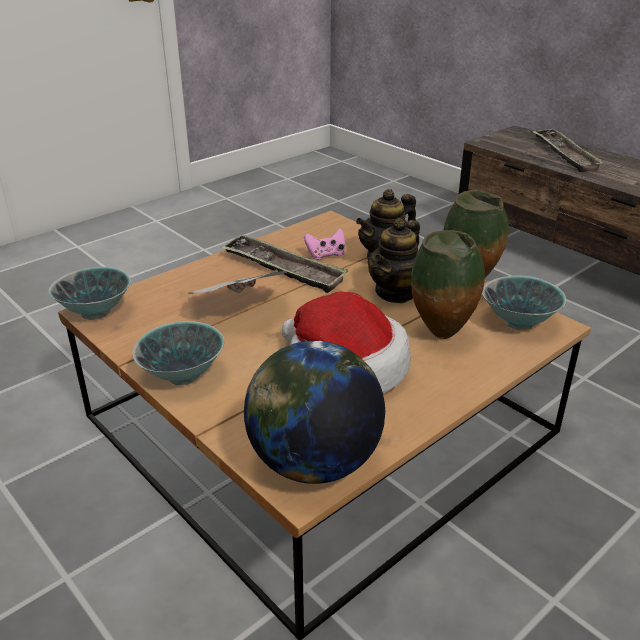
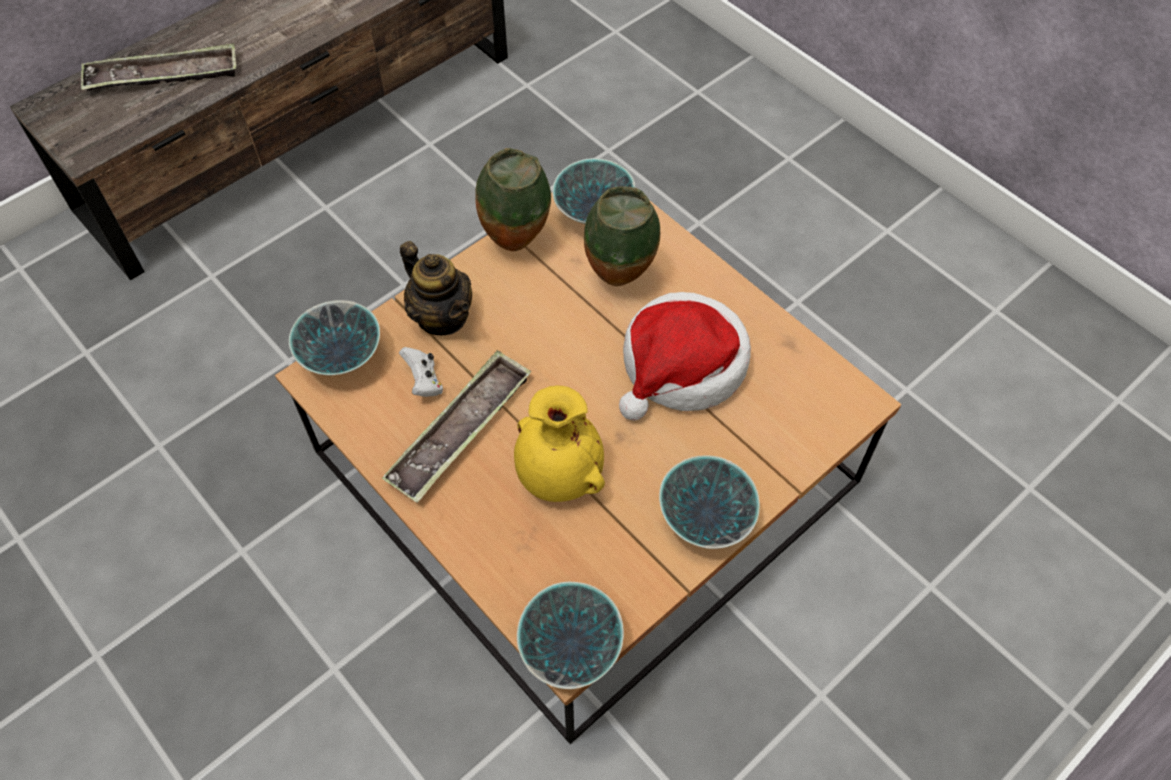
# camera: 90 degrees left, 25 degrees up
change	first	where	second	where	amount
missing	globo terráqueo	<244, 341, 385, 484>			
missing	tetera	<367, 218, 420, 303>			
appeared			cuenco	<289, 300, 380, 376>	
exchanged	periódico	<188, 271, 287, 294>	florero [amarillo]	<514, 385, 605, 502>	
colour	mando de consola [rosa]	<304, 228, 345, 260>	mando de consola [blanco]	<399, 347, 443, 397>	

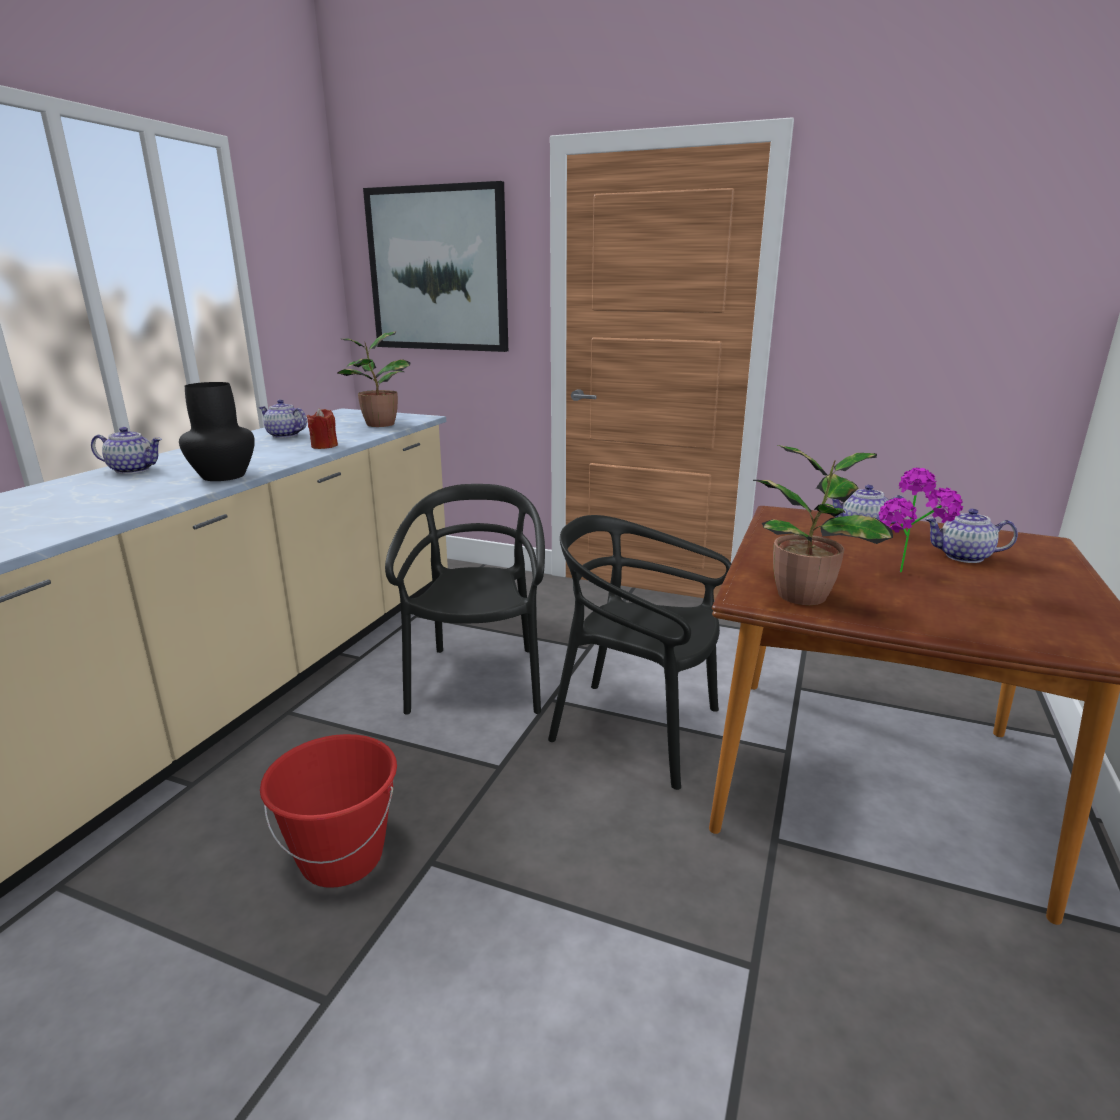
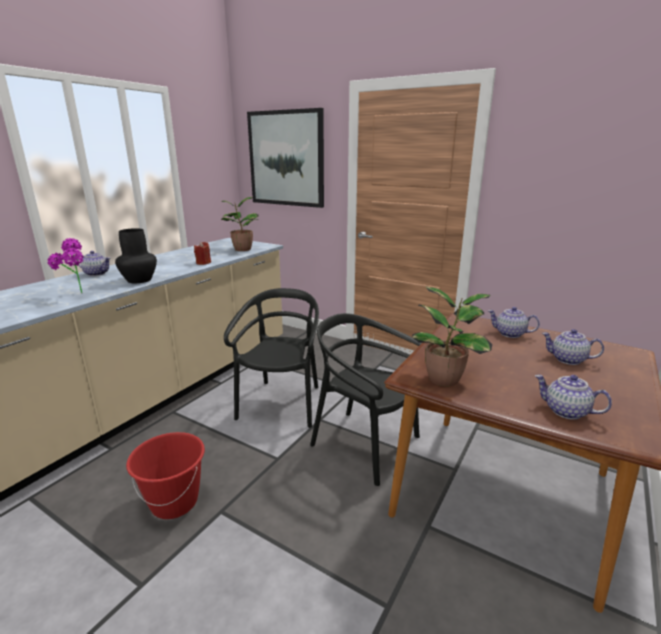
# camera: 10 degrees right, 0 degrees up
change	first	where	second	where	amount
relocated	tetera	<259, 399, 307, 438>		<535, 375, 612, 420>	
relocated	planta en maceta	<879, 468, 963, 572>		<48, 238, 84, 293>	

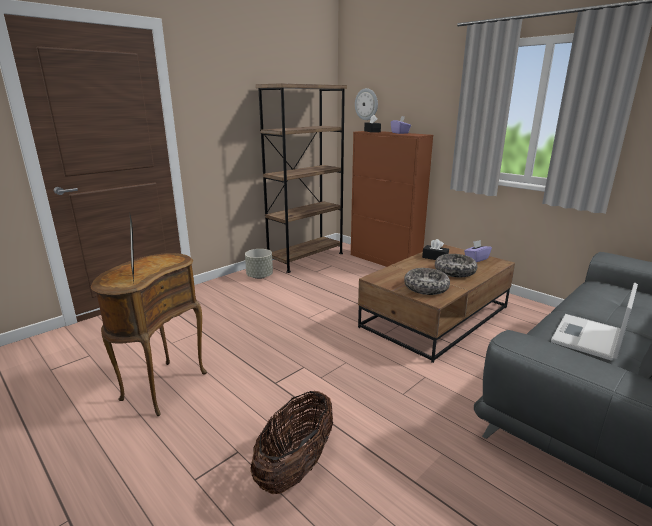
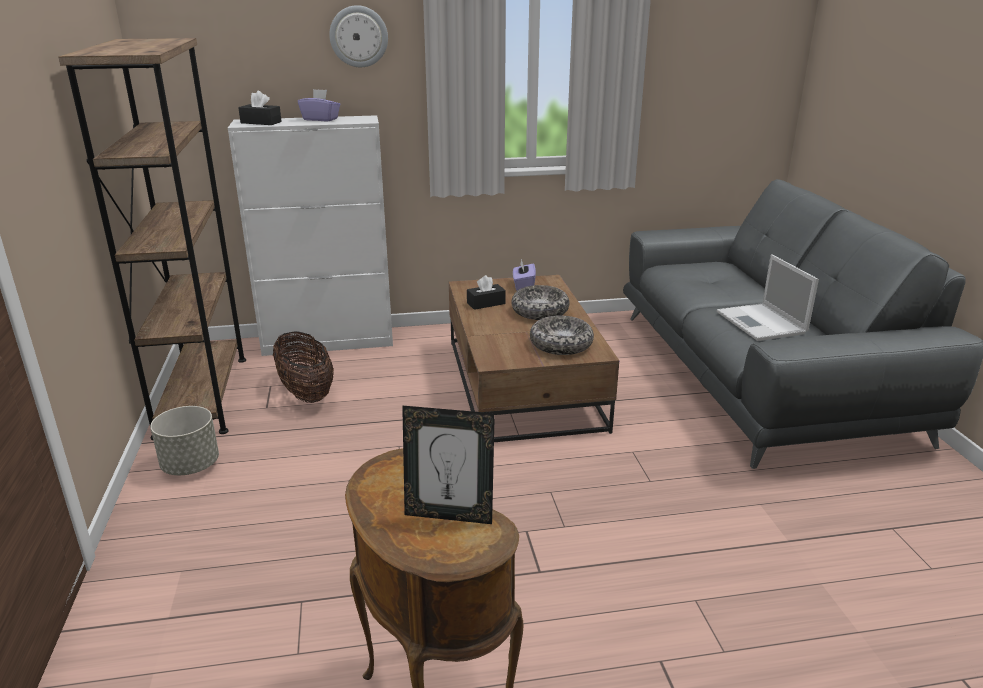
# camera: 55 degrees left, 5 degrees up
change	first	where	second	where	amount
relocated	cesta	<251, 391, 333, 494>		<273, 331, 334, 403>	
relocated	reloj de pared	<355, 88, 378, 120>		<329, 5, 388, 67>	
colour	armario [marrón]	<351, 131, 433, 267>	armario [blanco]	<228, 115, 393, 356>	

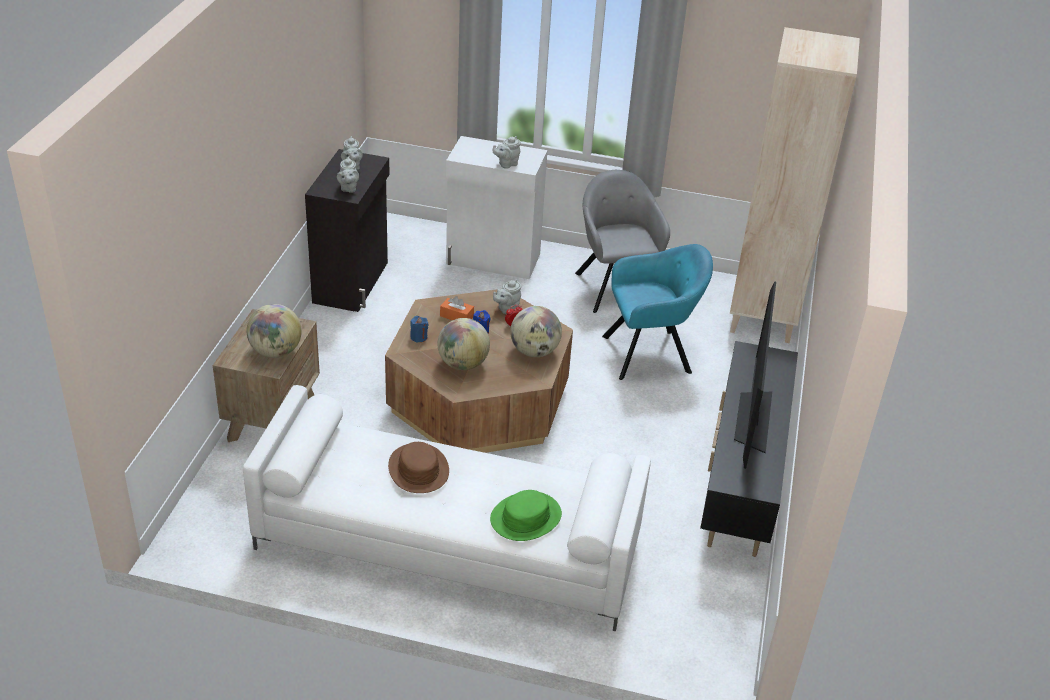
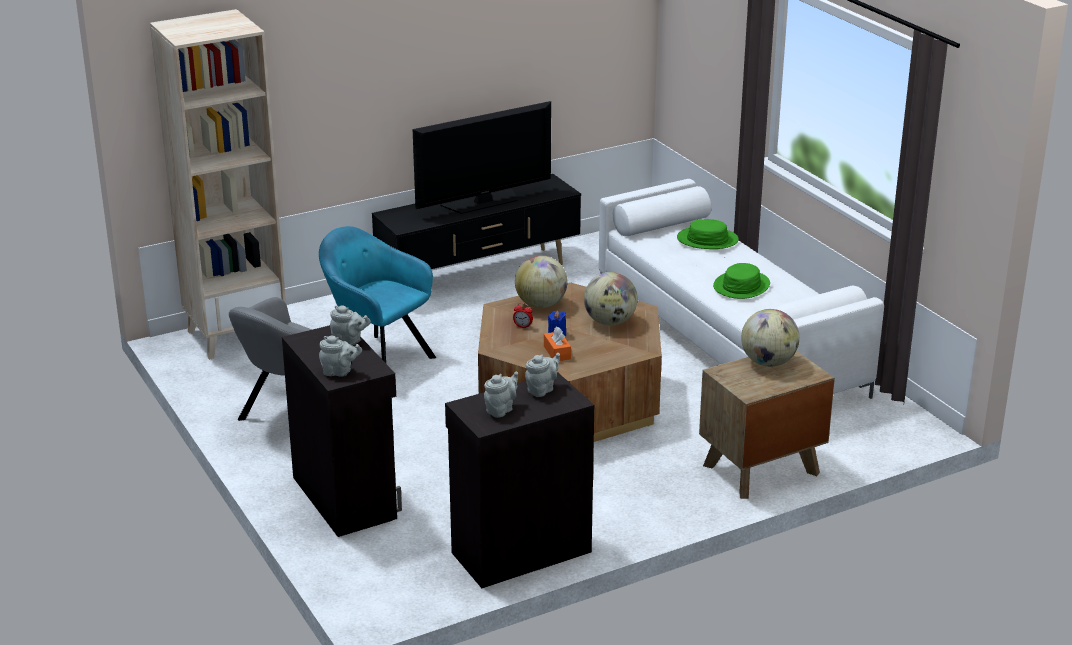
# camera: 130 degrees left, 10 degrees down
change	first	where	second	where	amount
missing	vela [azul]	<410, 316, 428, 342>			
relocated	tetera [gris]	<493, 280, 521, 314>		<319, 336, 362, 376>	
colour	sombrero [marrón]	<388, 442, 449, 493>	sombrero [verde]	<713, 263, 770, 299>	
colour	armario [blanco]	<446, 136, 548, 279>	armario [negro]	<282, 325, 402, 537>	

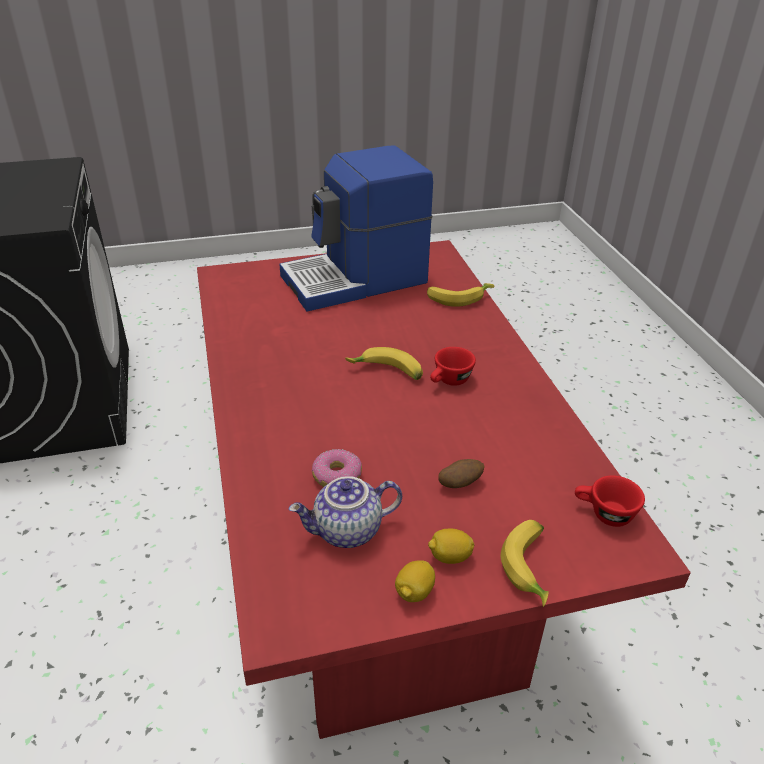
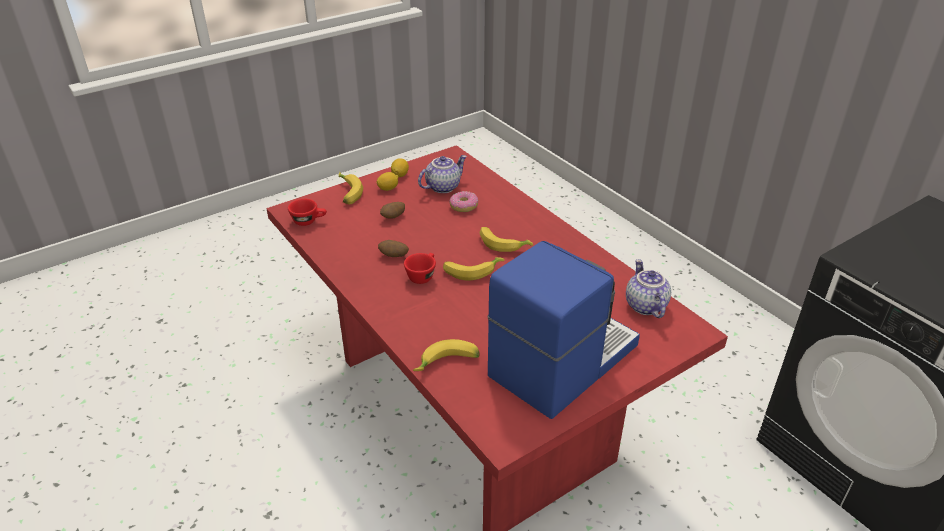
# camera: 160 degrees right, 0 degrees up
change	first	where	second	where	amount
appeared			patata	<378, 240, 409, 257>	
appeared			plátano	<480, 227, 533, 252>	
appeared			tetera	<626, 259, 671, 318>	

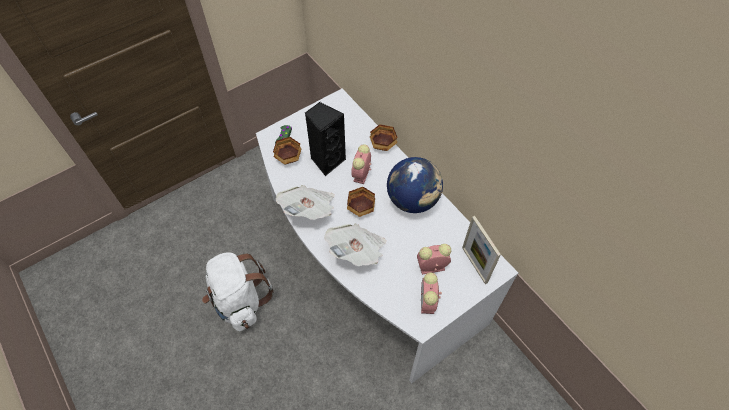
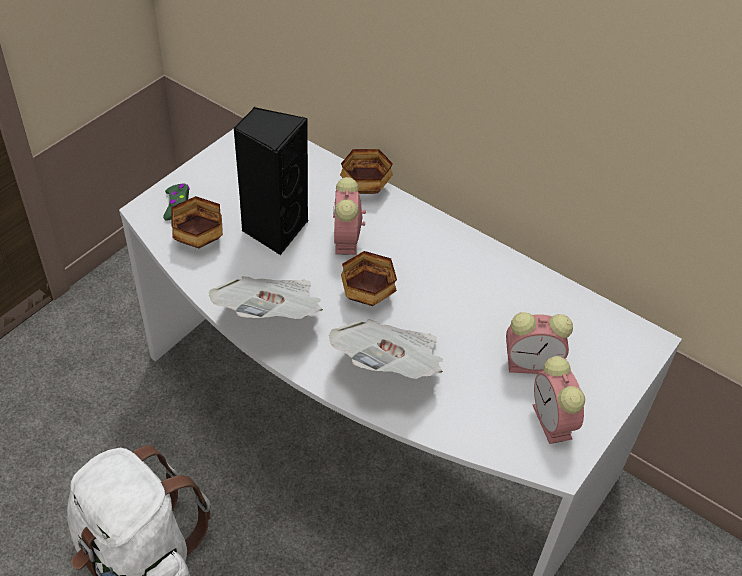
# camera: 20 degrees left, 10 degrees down
change	first	where	second	where	amount
missing	globo terráqueo	<387, 157, 443, 213>			
missing	portarretratos	<462, 216, 501, 284>			
spun	despertador	<417, 244, 451, 275>		<506, 312, 573, 374>	150 degrees counterclockwise

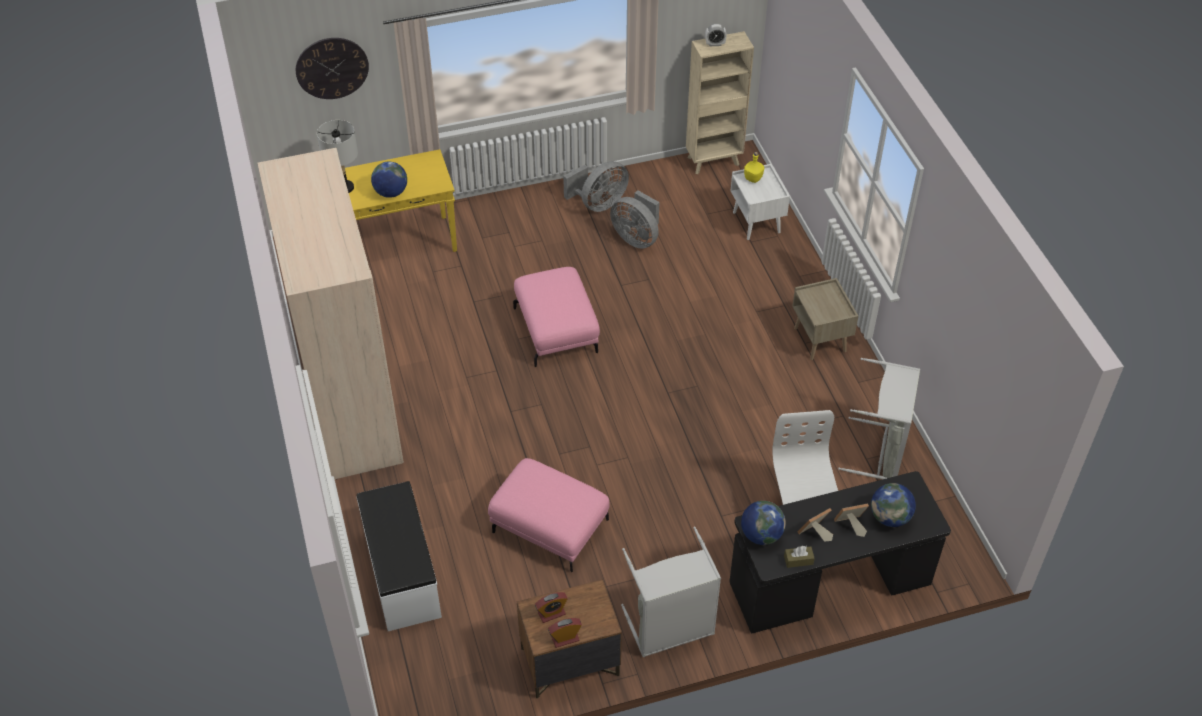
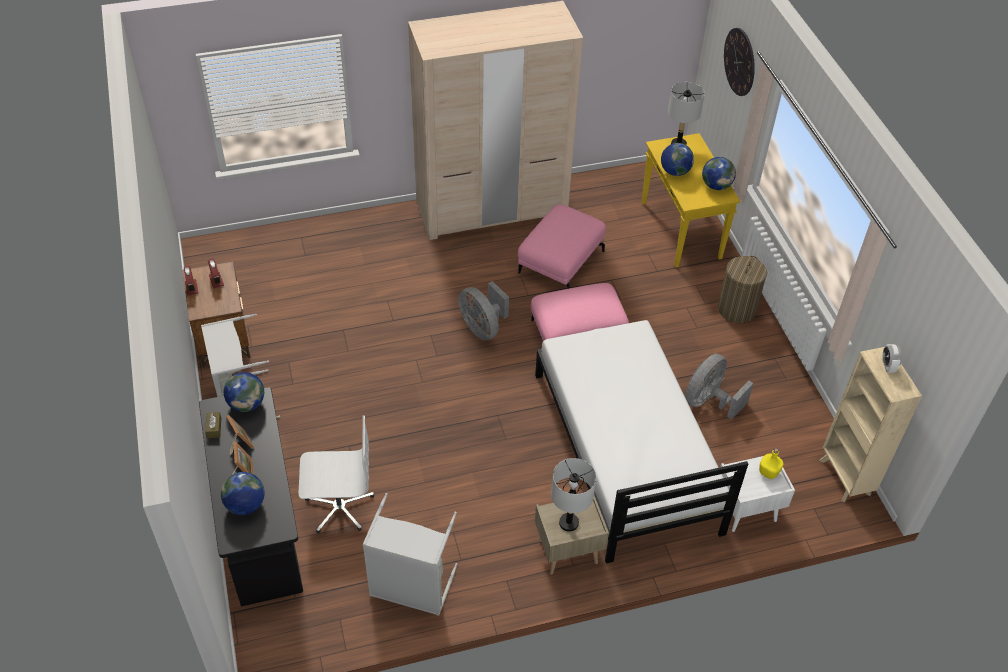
# camera: 90 degrees right, 0 degrees up
change	first	where	second	where	amount
missing	banco [blanco]	<357, 481, 442, 631>			
appeared			cama [blanco]	<535, 320, 748, 563>	
appeared			lámpara de mesa [gris]	<551, 458, 596, 532>	
appeared			globo terráqueo	<702, 157, 736, 190>	
appeared			cesto de la ropa	<718, 256, 767, 323>	
relocated	puf [rosa]	<488, 458, 610, 572>		<518, 204, 606, 289>	
relocated	ventilador [gris]	<563, 161, 629, 212>		<458, 281, 509, 340>	

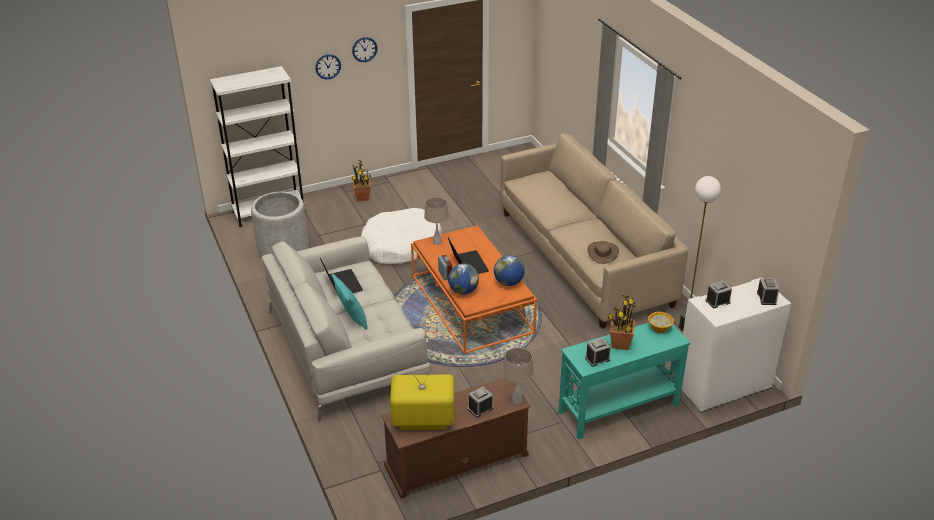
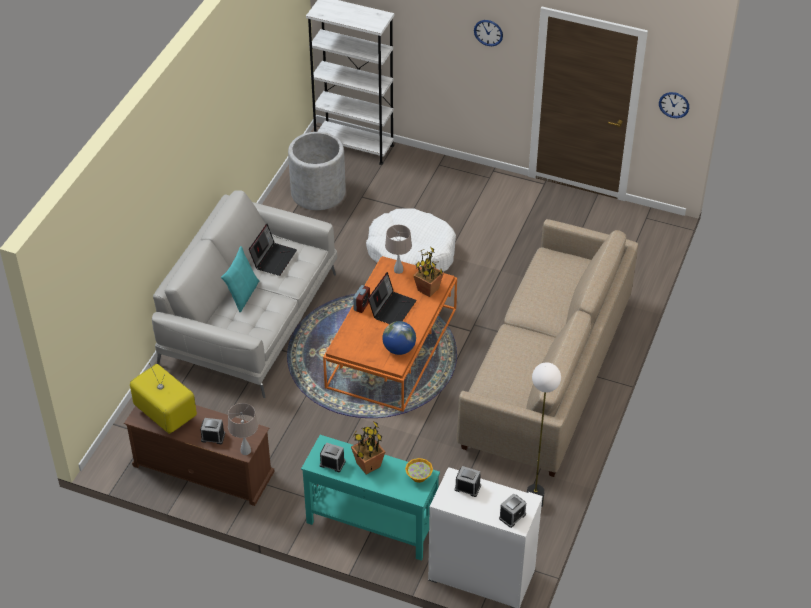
# camera: 45 degrees right, 10 degrees up
change	first	where	second	where	amount
missing	globo terráqueo	<448, 264, 479, 295>			
missing	sombrero [marrón]	<587, 241, 619, 264>			
relocated	reloj de pared	<315, 54, 341, 79>		<659, 92, 689, 118>	
relocated	planta en maceta	<351, 160, 372, 201>		<413, 246, 444, 297>	

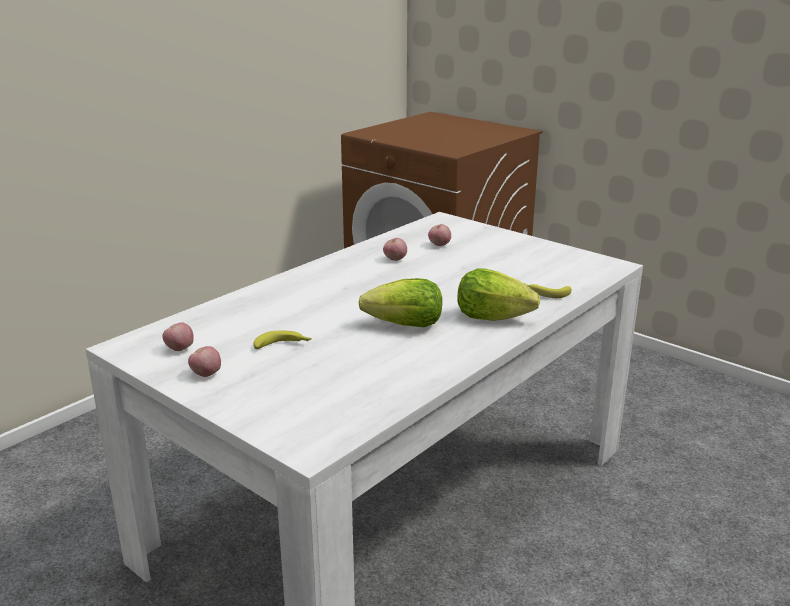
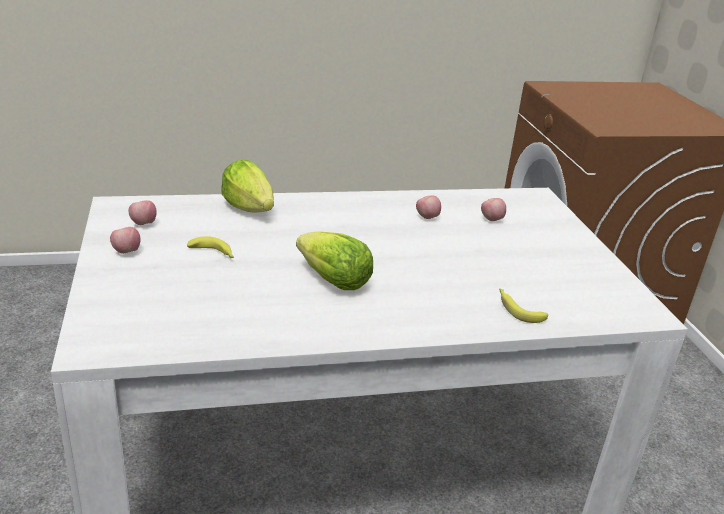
# camera: 35 degrees right, 5 degrees up
change	first	where	second	where	amount
relocated	lechuga	<457, 268, 540, 321>		<221, 160, 274, 212>	

